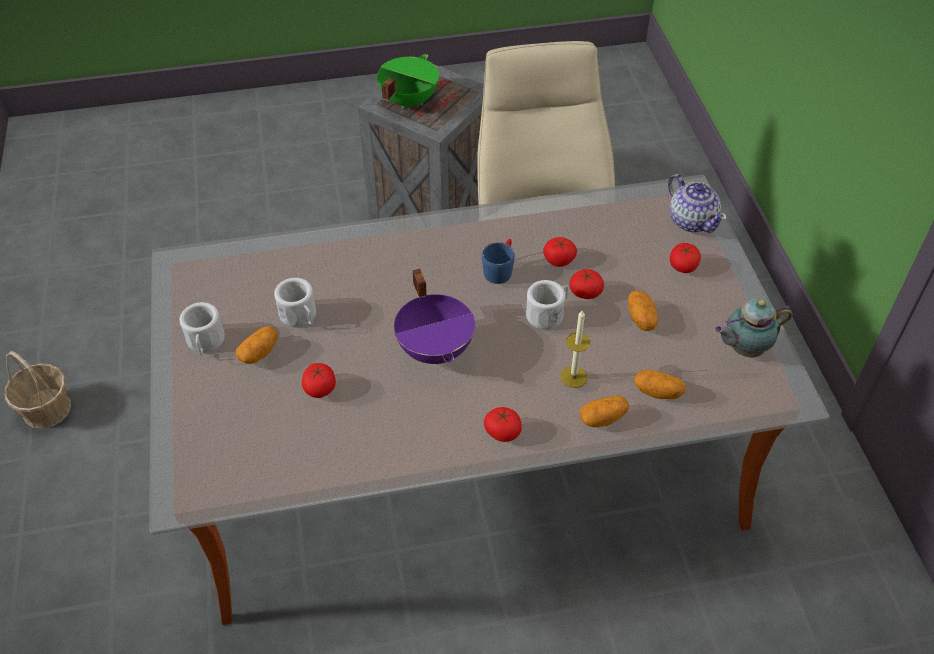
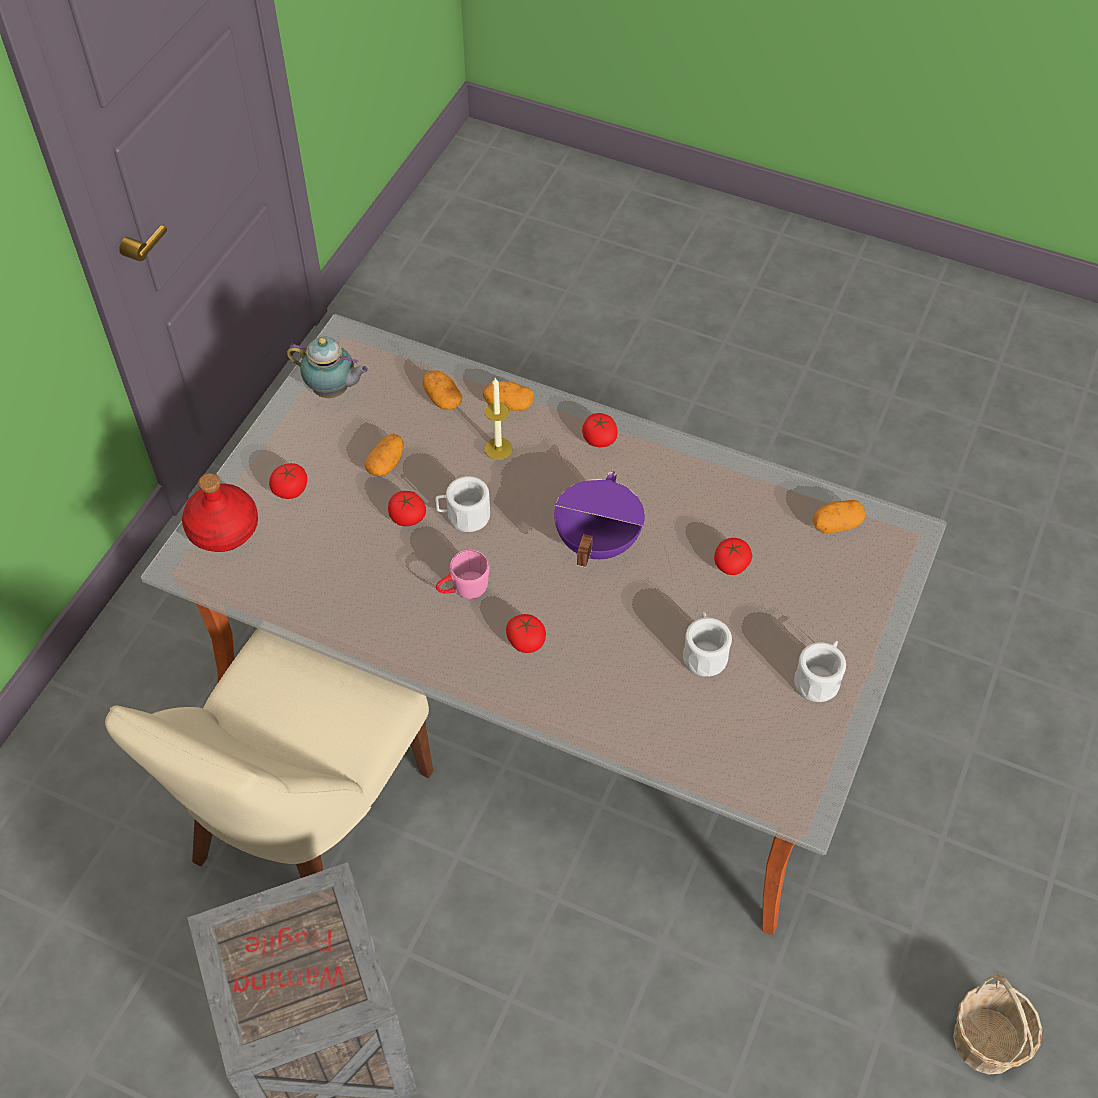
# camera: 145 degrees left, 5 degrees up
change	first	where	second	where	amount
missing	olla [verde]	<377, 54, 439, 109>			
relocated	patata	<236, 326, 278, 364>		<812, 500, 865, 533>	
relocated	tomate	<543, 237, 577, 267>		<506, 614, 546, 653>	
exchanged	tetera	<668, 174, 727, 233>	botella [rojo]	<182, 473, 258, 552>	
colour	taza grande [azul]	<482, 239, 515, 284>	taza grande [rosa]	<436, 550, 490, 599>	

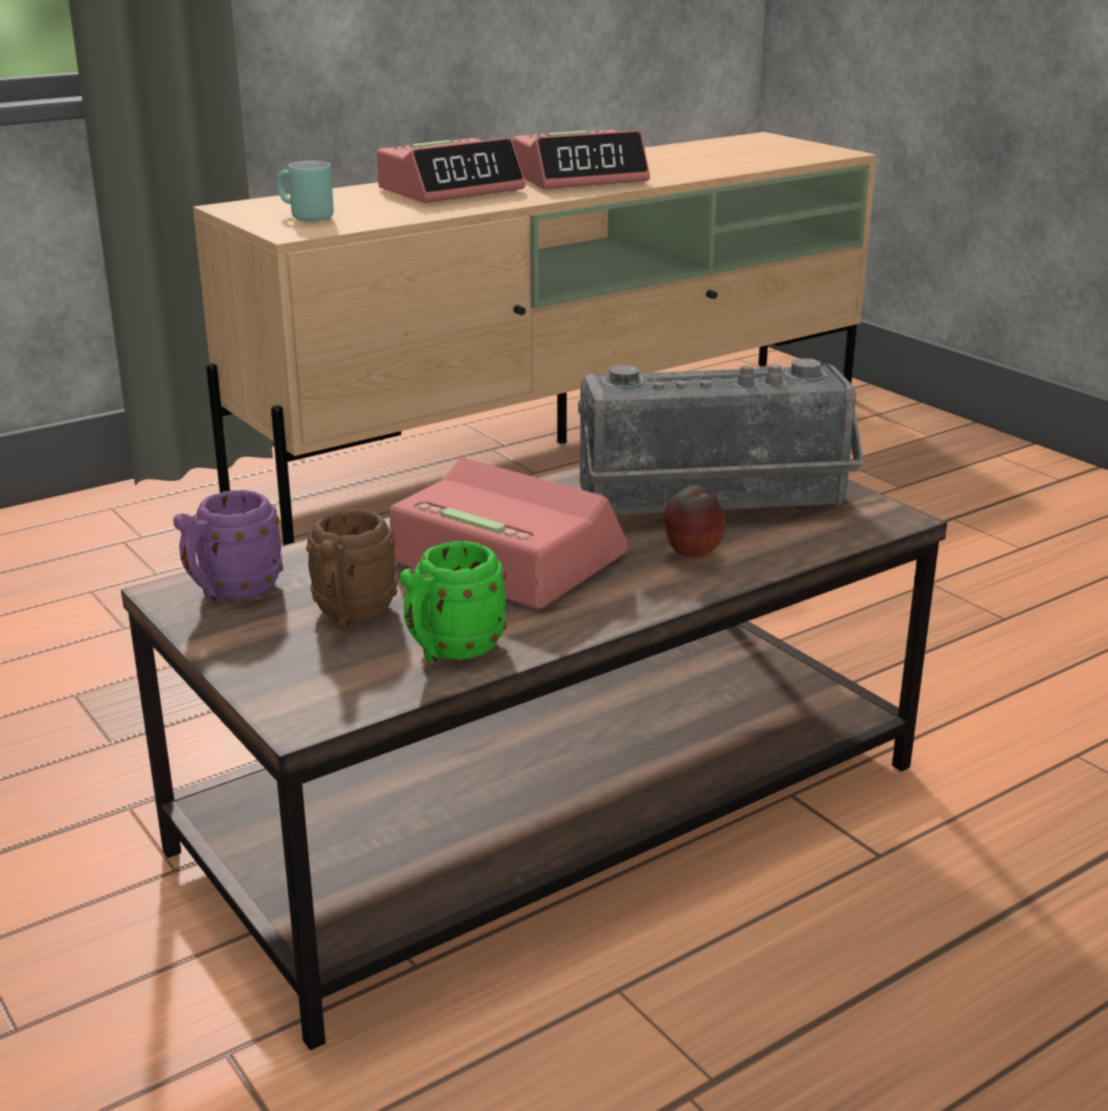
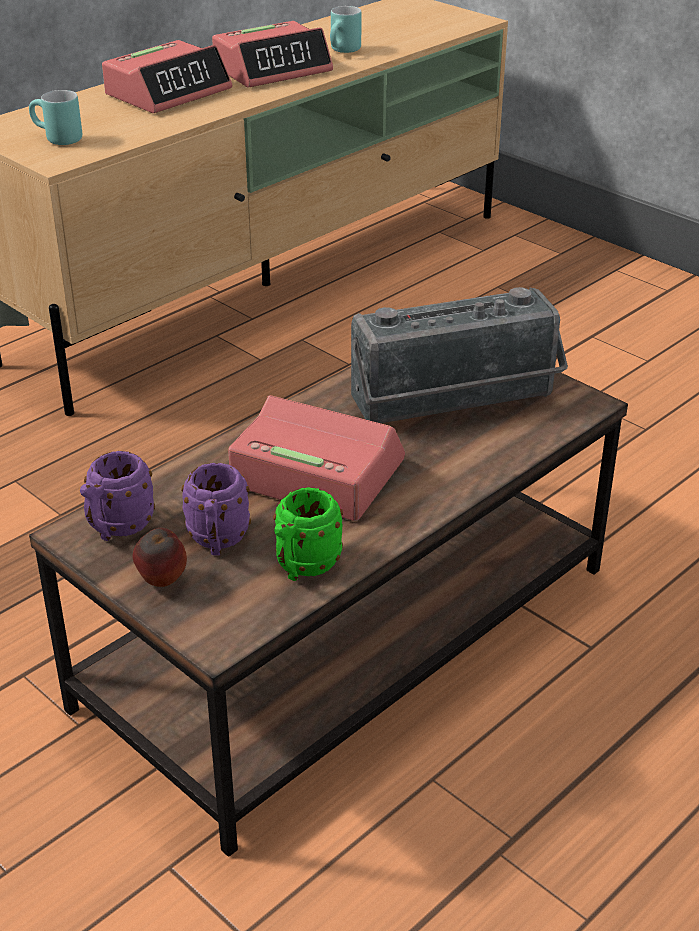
# camera: 10 degrees left, 10 degrees up
change	first	where	second	where	amount
appeared			taza grande [turquesa]	<330, 6, 361, 53>	
relocated	manzana	<663, 485, 726, 558>		<133, 528, 187, 587>	
colour	taza grande [marrón]	<306, 509, 398, 629>	taza grande [morado]	<181, 463, 251, 556>	

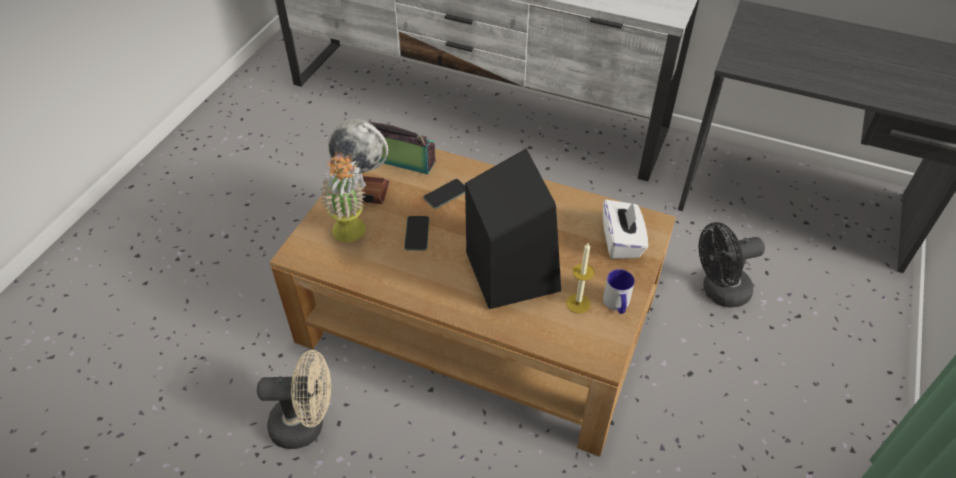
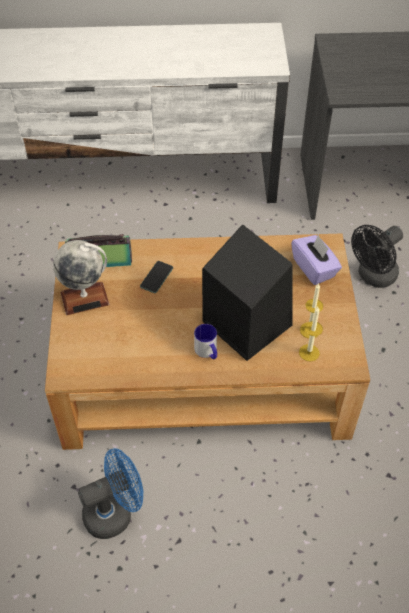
# camera: 25 degrees left, 5 degrees up
change	first	where	second	where	amount
missing	planta en maceta	<320, 152, 366, 242>			
missing	móvil	<404, 216, 429, 250>			
appeared			vela	<299, 307, 323, 361>	
relocated	taza grande	<603, 269, 635, 314>		<194, 324, 217, 359>	
colour	ventilador [beis]	<257, 350, 331, 449>	ventilador [azul]	<78, 448, 143, 539>	
colour	caja de pañuelos [blanco]	<603, 199, 648, 259>	caja de pañuelos [morado]	<291, 235, 342, 285>	

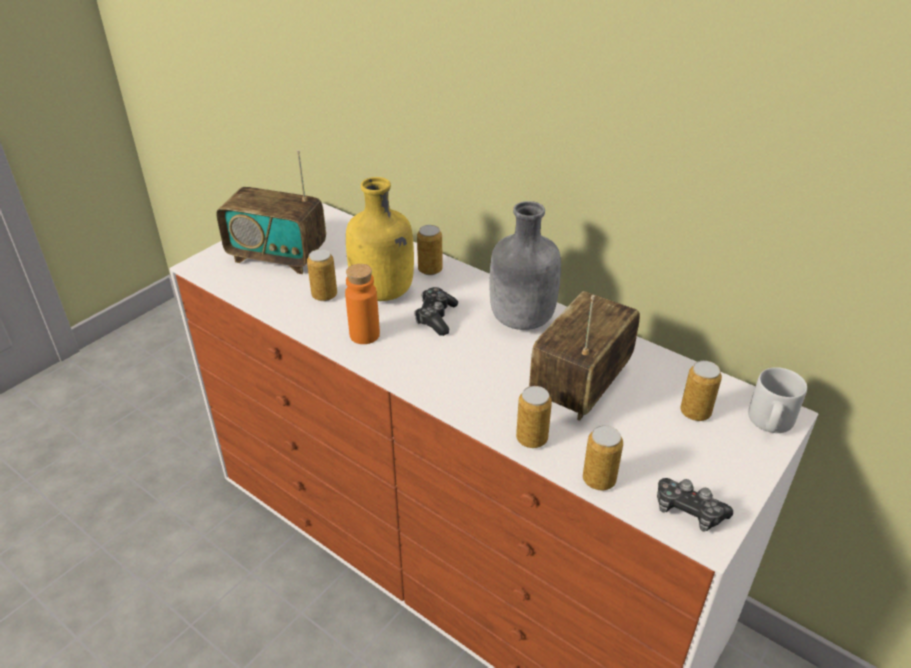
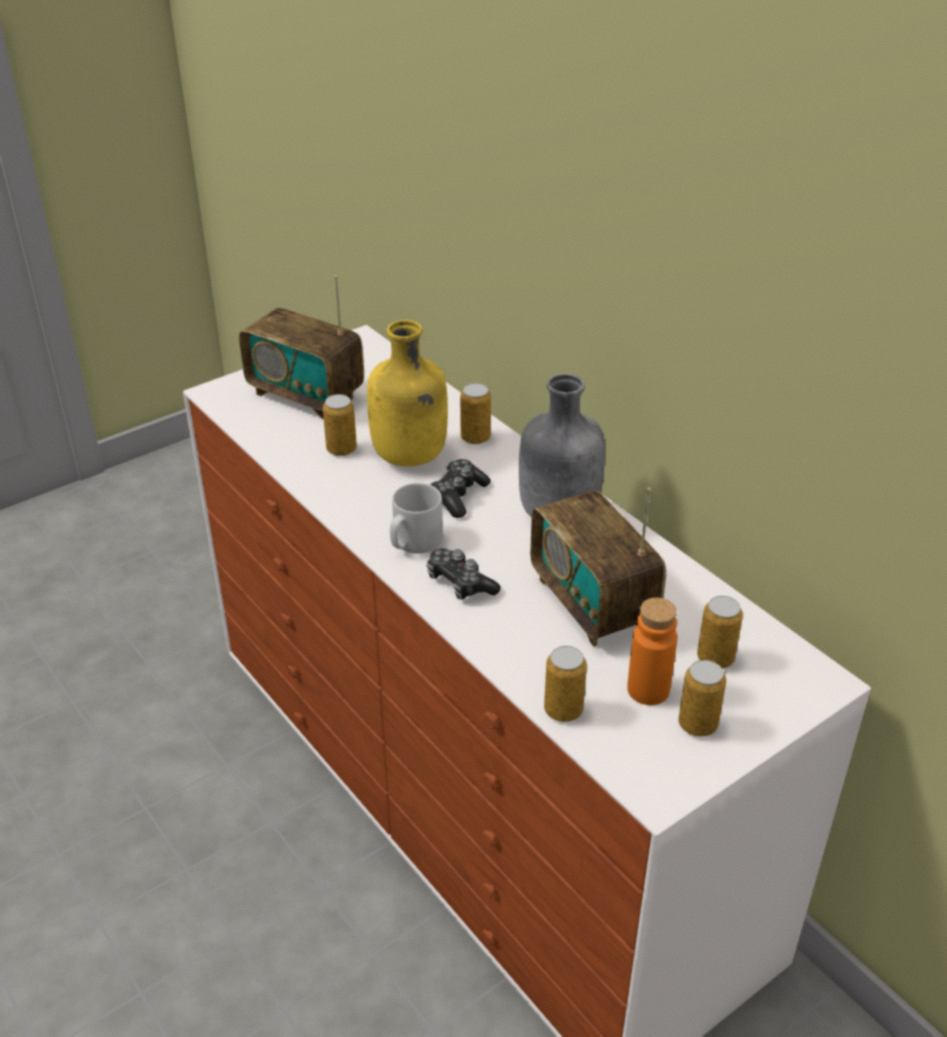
# camera: 15 degrees right, 0 degrees up
change	first	where	second	where	amount
relocated	botella [naranja]	<345, 264, 380, 344>		<627, 597, 677, 705>	
relocated	lata	<516, 386, 552, 448>		<678, 660, 726, 737>	
relocated	mando de consola	<657, 478, 733, 532>		<426, 548, 501, 600>	
relocated	taza grande [gris]	<748, 367, 807, 433>		<390, 483, 443, 553>	
spun	radio	<529, 291, 640, 421>		<530, 487, 666, 647>	75 degrees counterclockwise

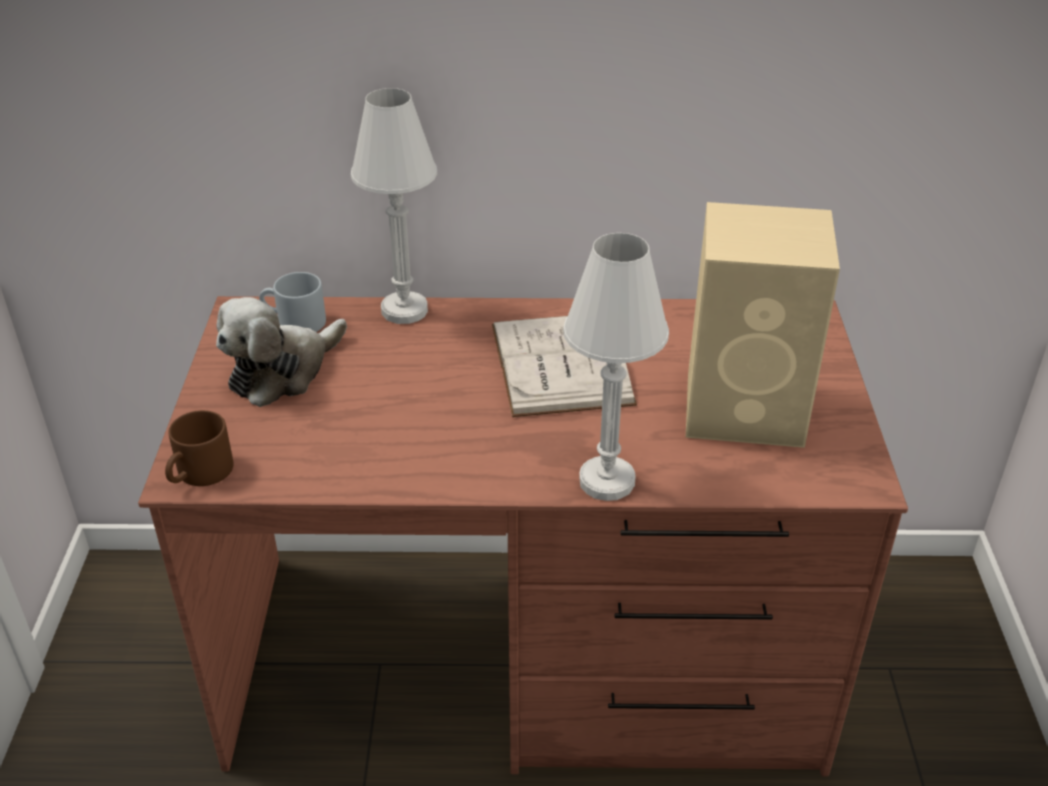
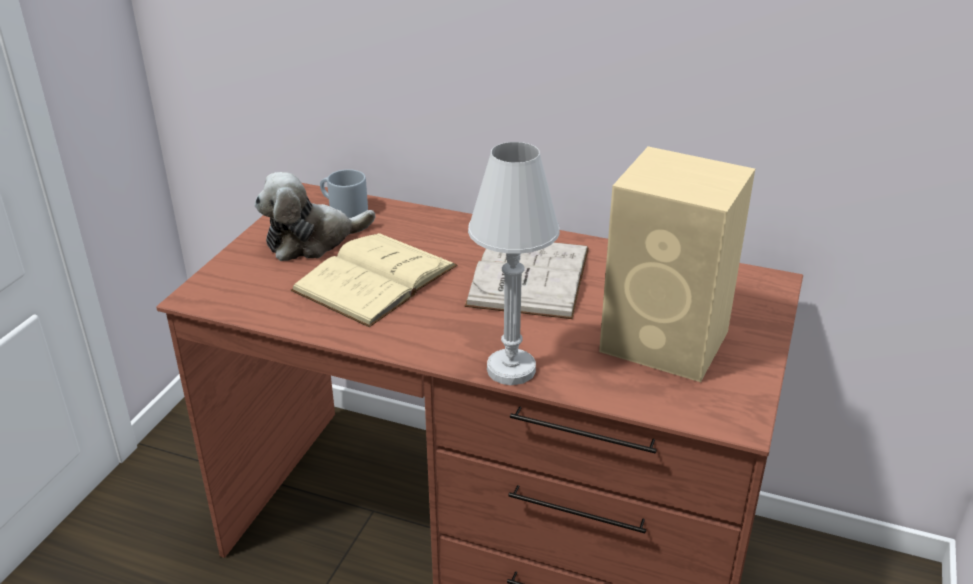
# camera: 20 degrees right, 5 degrees down
change	first	where	second	where	amount
missing	taza grande [marrón]	<165, 410, 234, 486>			
missing	lámpara de mesa [blanco]	<351, 88, 437, 324>			
appeared			libro [beis]	<291, 233, 458, 327>	

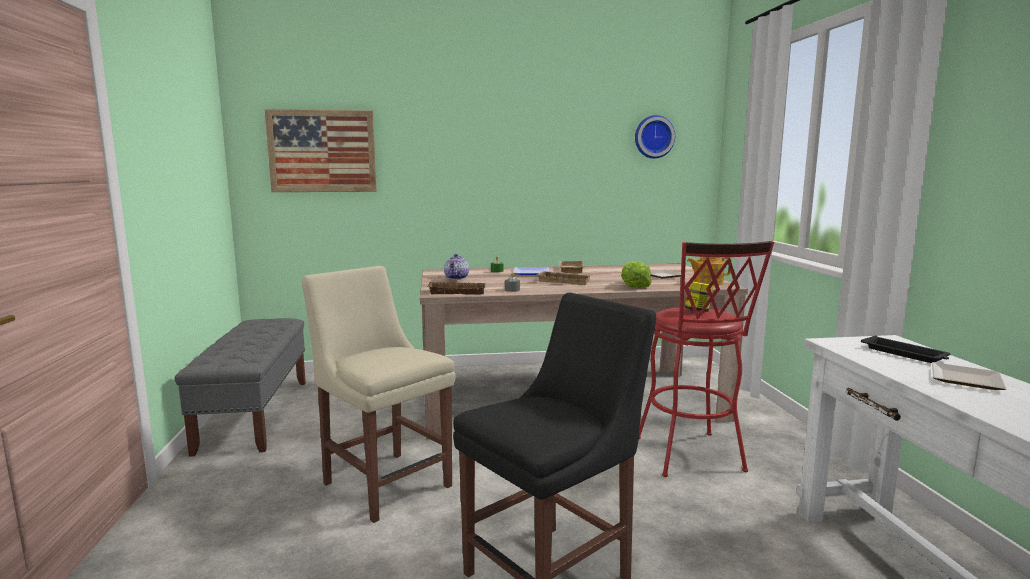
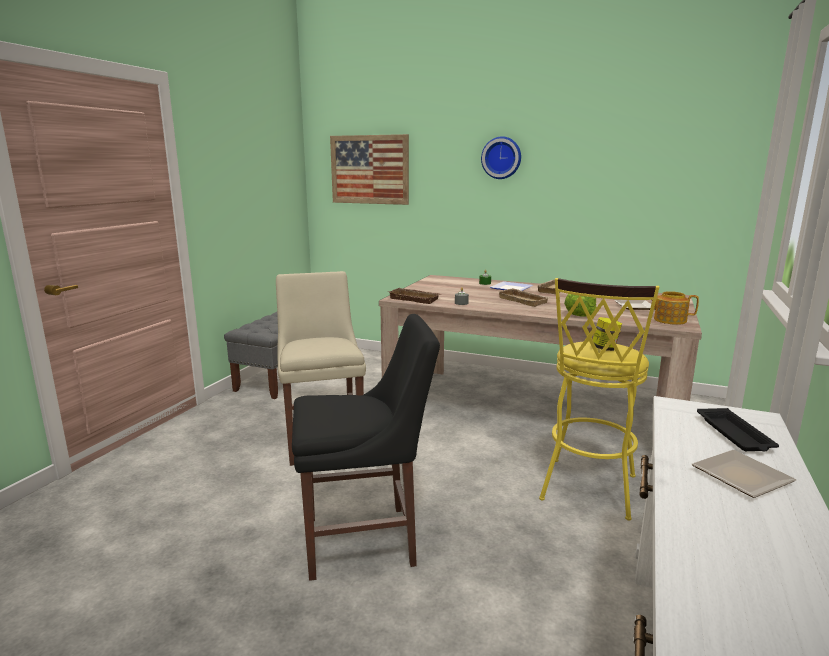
# camera: 30 degrees right, 5 degrees up
change	first	where	second	where	amount
missing	tetera	<444, 254, 469, 280>			
relocated	reloj de pared	<635, 115, 675, 159>		<481, 136, 521, 179>	
colour	taburete [rojo]	<639, 241, 774, 477>	taburete [amarillo]	<539, 278, 659, 521>	

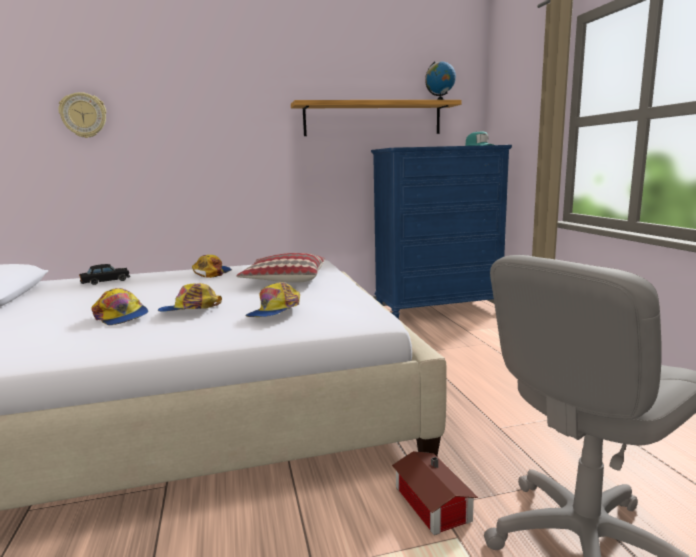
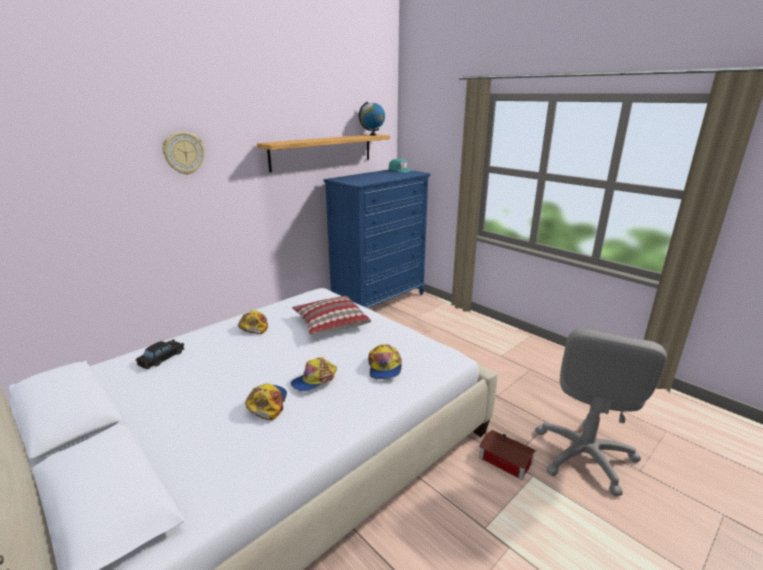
# camera: 30 degrees left, 10 degrees up
change	first	where	second	where	amount
relocated	reloj de pared	<58, 92, 106, 138>		<162, 132, 205, 175>	
spun	gorra	<91, 288, 148, 325>		<245, 383, 287, 420>	105 degrees counterclockwise

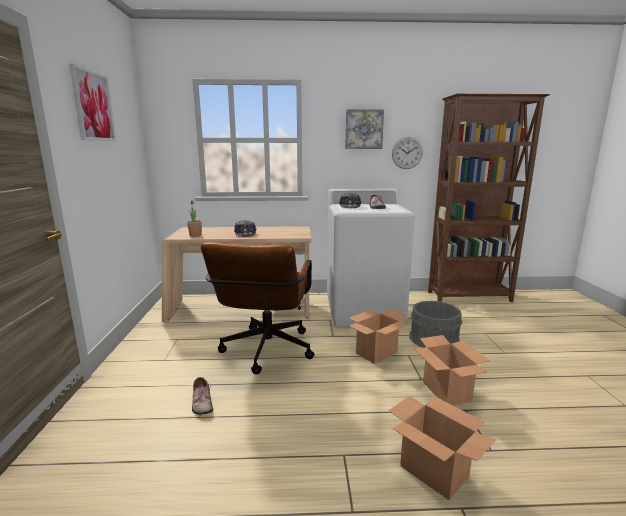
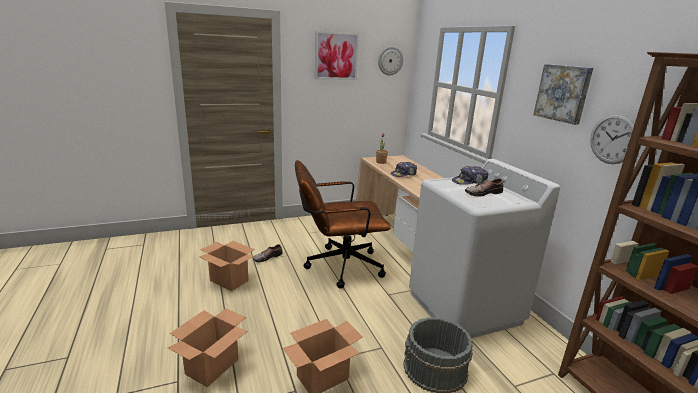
# camera: 70 degrees right, 5 degrees up
change	first	where	second	where	amount
appeared			reloj de pared	<378, 46, 403, 75>	
relocated	caja de cartón	<349, 308, 409, 364>		<199, 241, 255, 291>	

